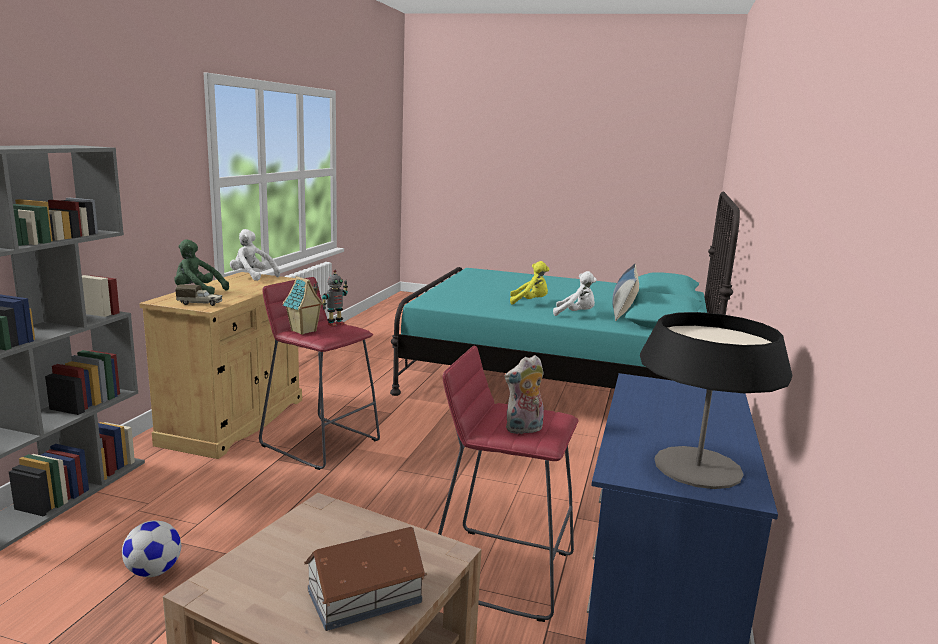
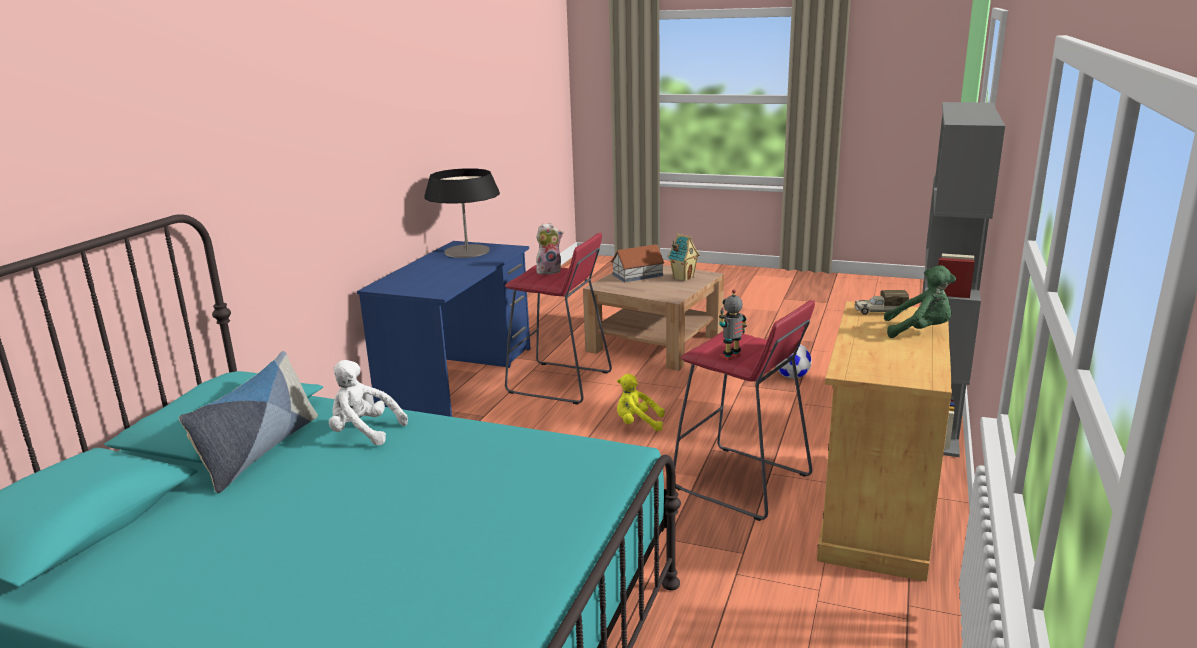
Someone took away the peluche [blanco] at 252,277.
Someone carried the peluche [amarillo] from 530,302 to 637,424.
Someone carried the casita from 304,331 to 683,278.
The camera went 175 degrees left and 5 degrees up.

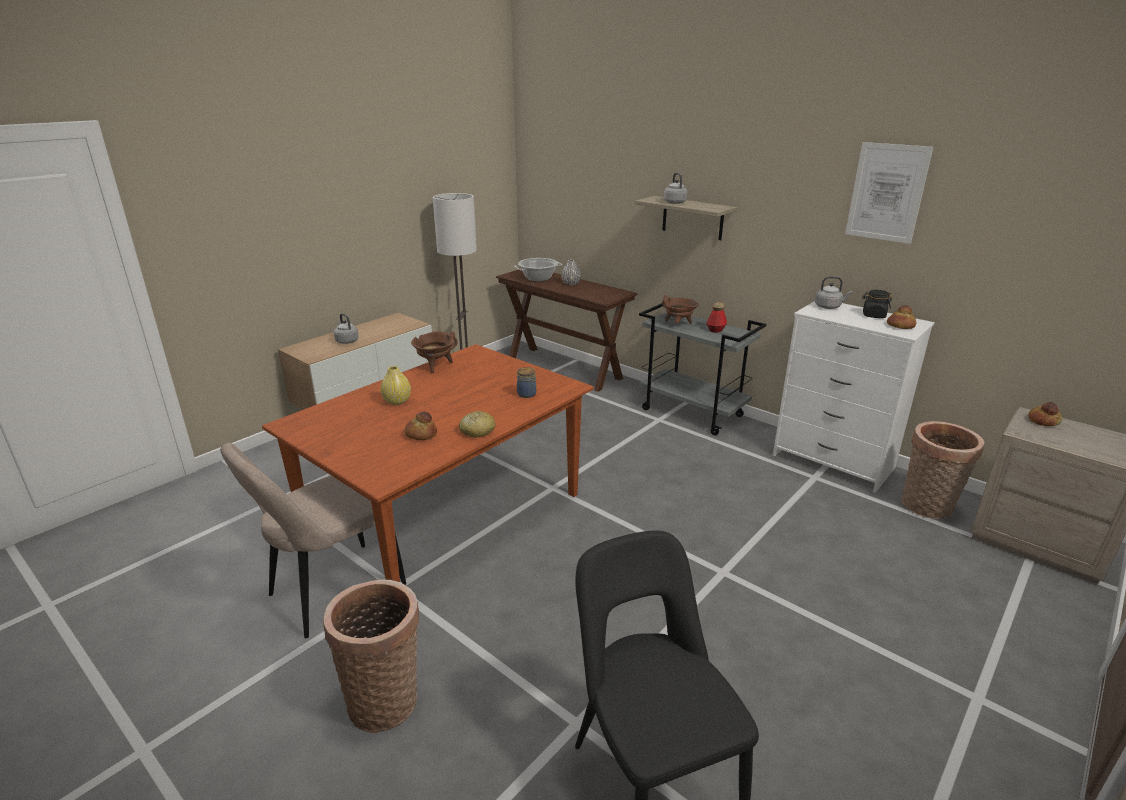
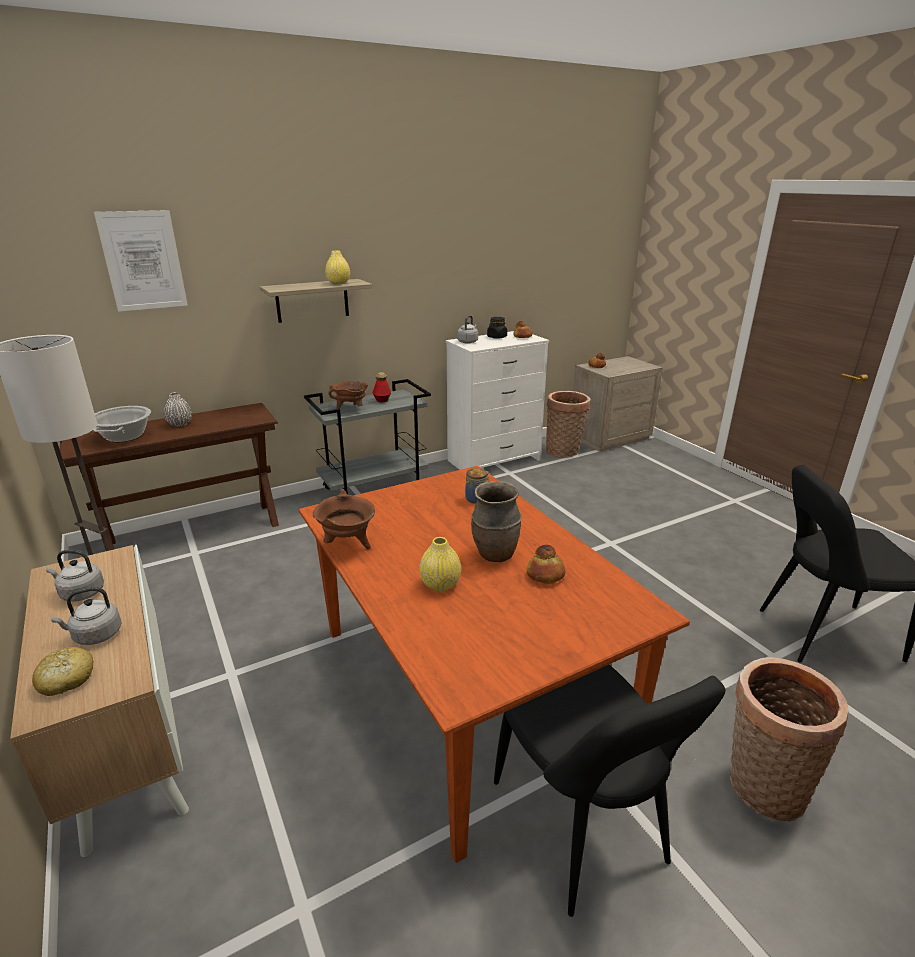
Someone carried the cuadro from 887,192 to 143,261.
Someone carried the hervidor [gris] from 674,202 to 80,593.
Someone carried the pan from 477,431 to 66,679.
Someone repainted the silla [beis] at 331,592, which became the silla [negro] at 582,829.
Someone put down the florero [amarillo] at 338,283.
Someone put down the florero [marrón] at 495,554.
The camera went 70 degrees left and 0 degrees up.

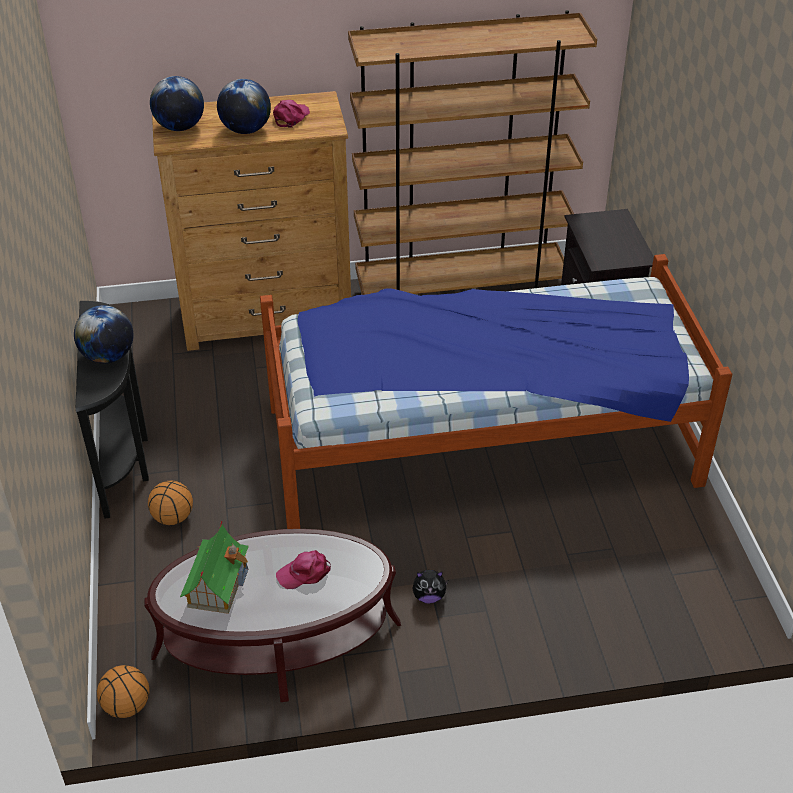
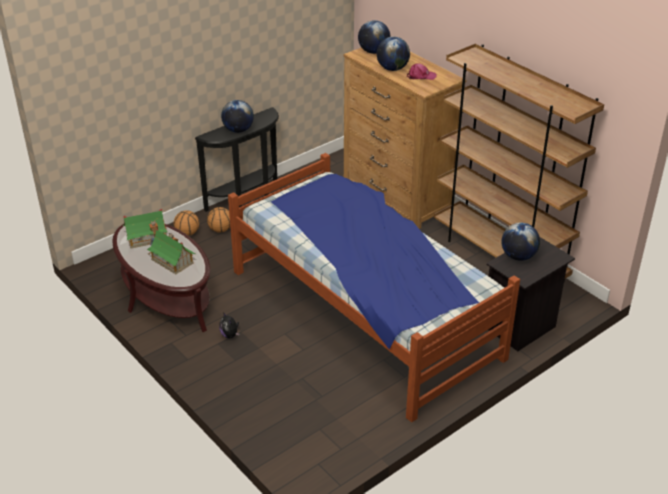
Someone swapped the gorra [rosa] at 305,573 for the casita at 172,261.
Someone carried the balón de baloncesto from 126,706 to 187,233.
Someone put down the globo terráqueo at 518,256.
The camera went 60 degrees right and 5 degrees down.

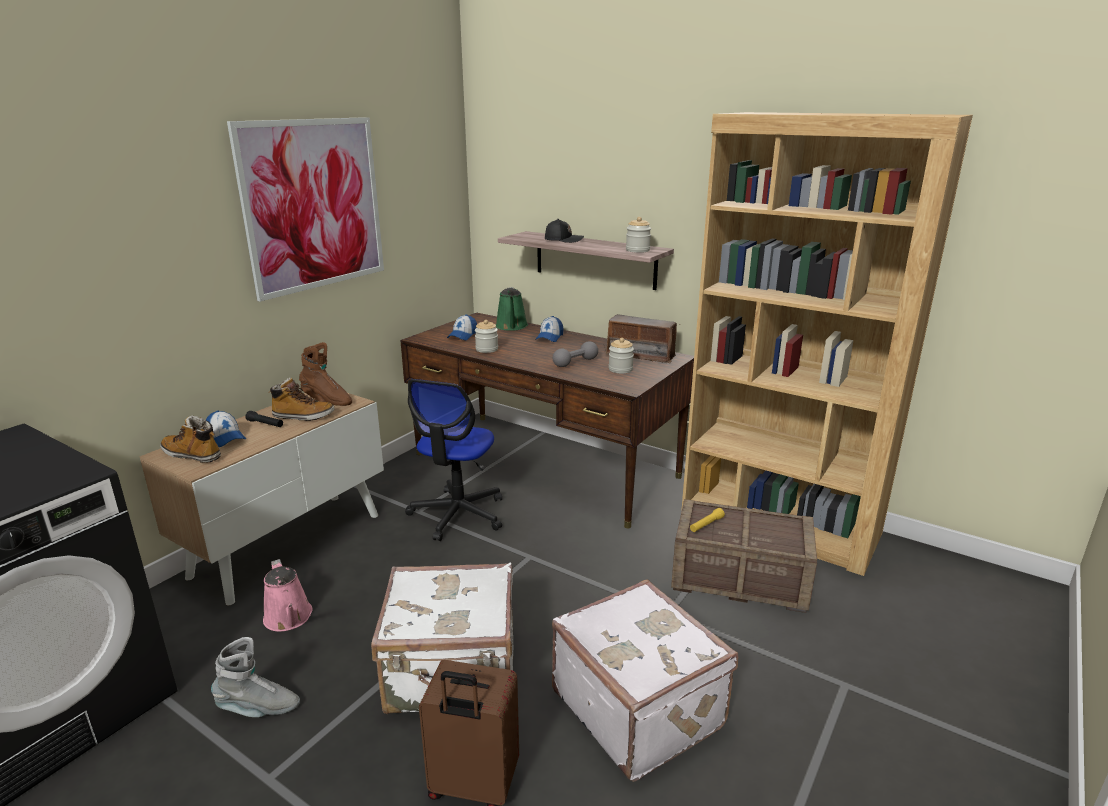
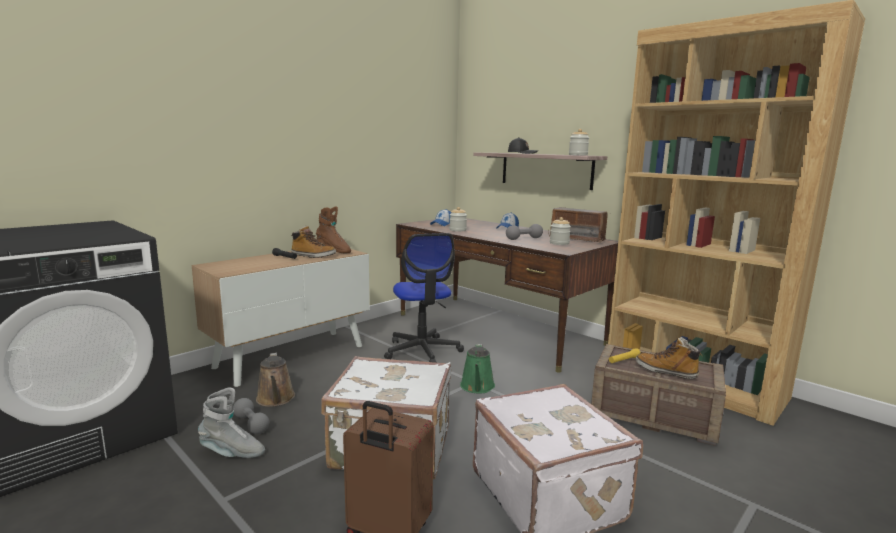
Someone took away the cuadro at 314,205.
Someone carried the regadera [verde] from 512,326 to 477,387.
Someone rotated the silla de oficina at 458,514 by 45 degrees counterclockwise.
Someone took away the gorra at 225,438.
Someone carried the bota from 192,455 to 666,371.
Someone repainted the regadera [rosa] at 289,618, which became the regadera [marrón] at 276,399.
Someone put down the mancuerna [gris] at 251,424.
The camera went 10 degrees right and 10 degrees down.

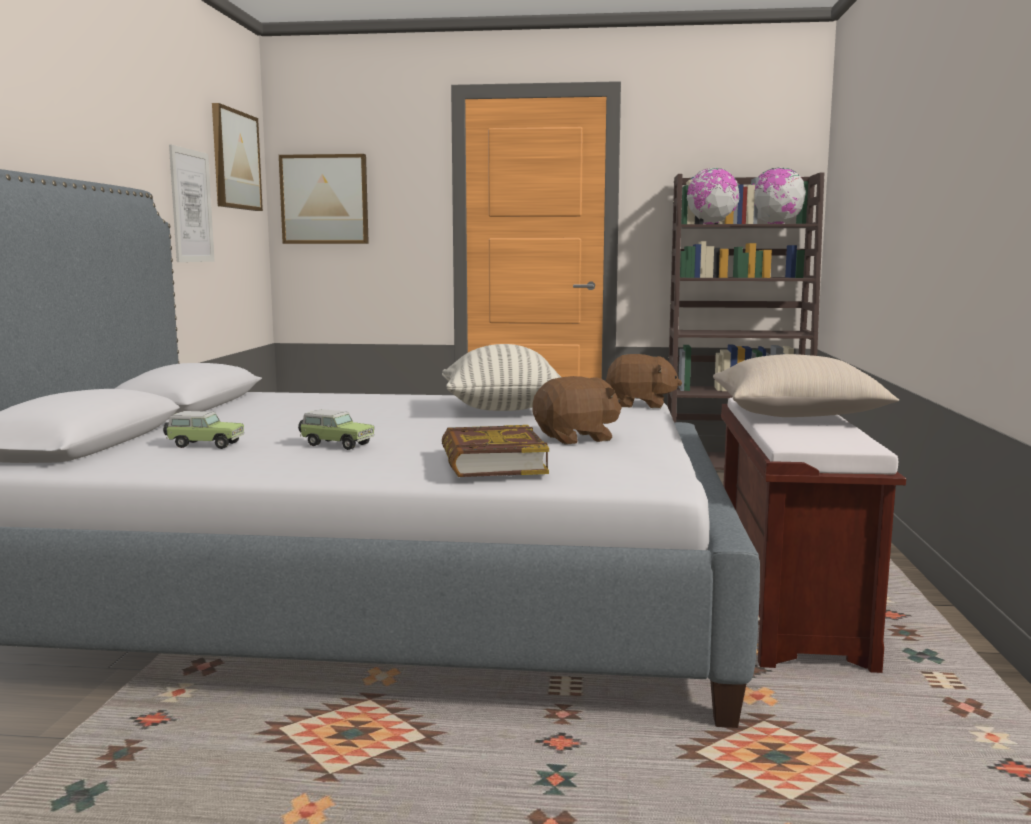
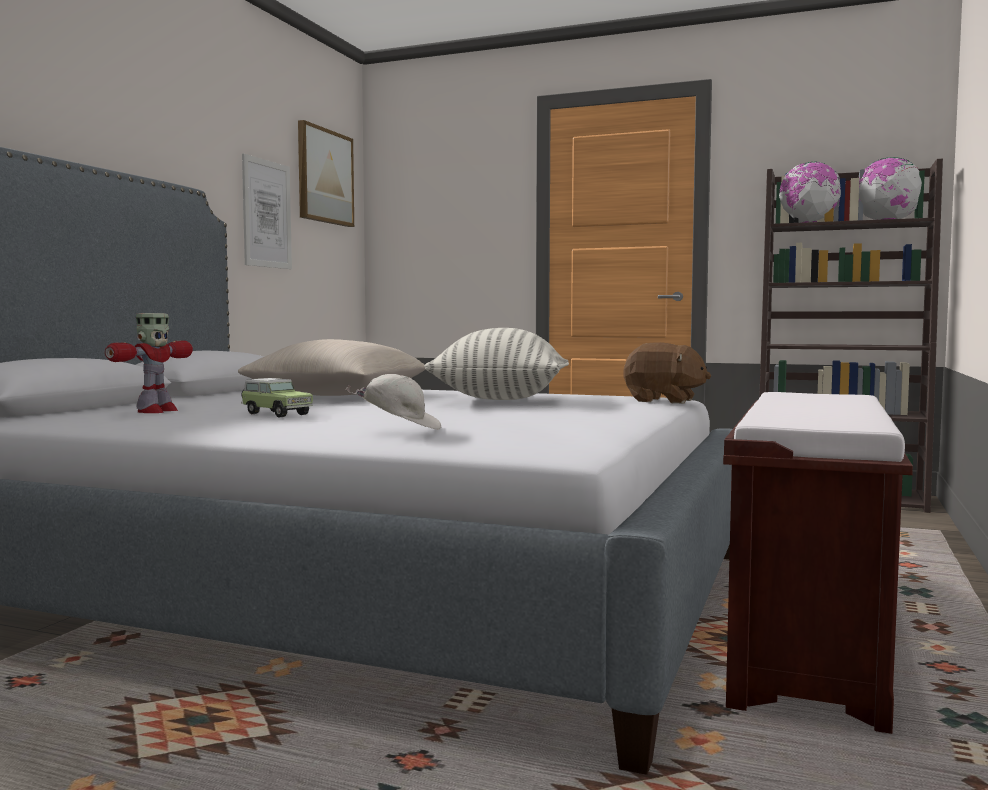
Someone took away the cuadro at 324,199.
Someone carried the cojín [beis] from 795,415 to 338,395.
Someone took away the peluche [marrón] at 576,438.
Someone swapped the coche de juguete at 204,445 for the robot de juguete at 156,411.
Someone swapped the libro at 492,462 for the gorra [blanco] at 400,428.
The camera went 15 degrees right and 5 degrees down.

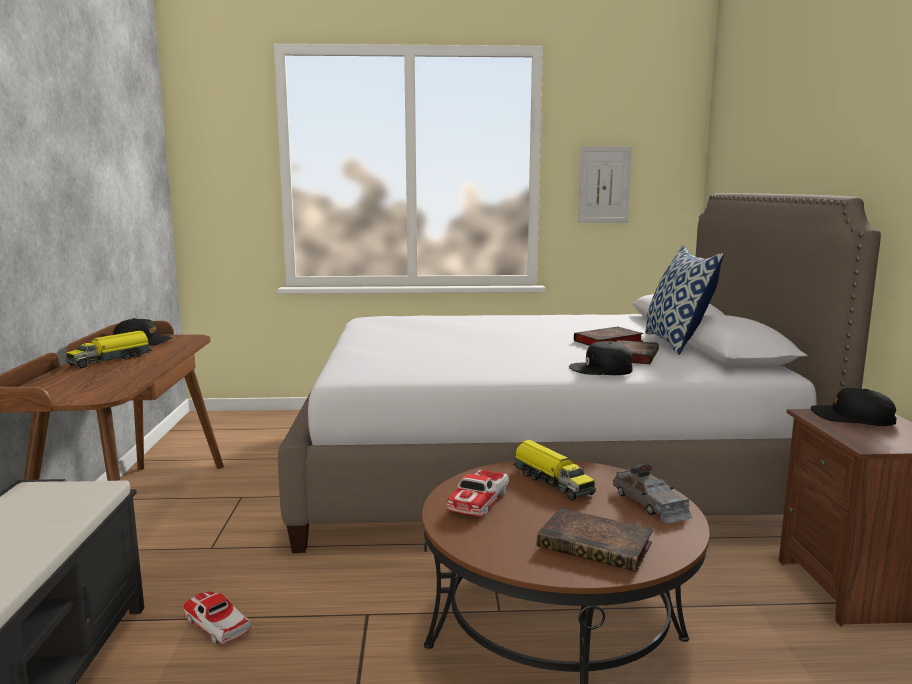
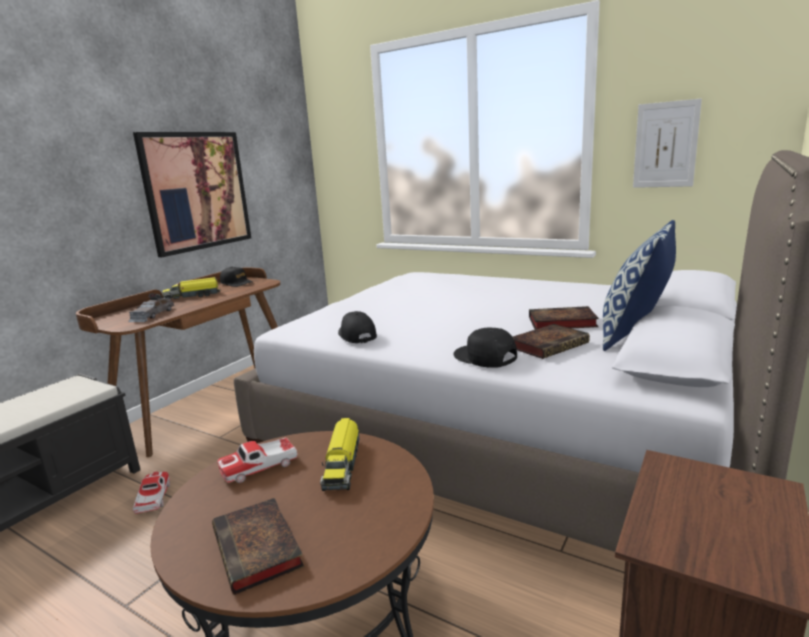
Someone carried the gorra [negro] from 852,418 to 356,335.
Someone carried the coche de juguete [gris] from 650,504 to 152,315.
Someone put up the cuadro at 197,191.
The camera went 35 degrees right and 5 degrees up.

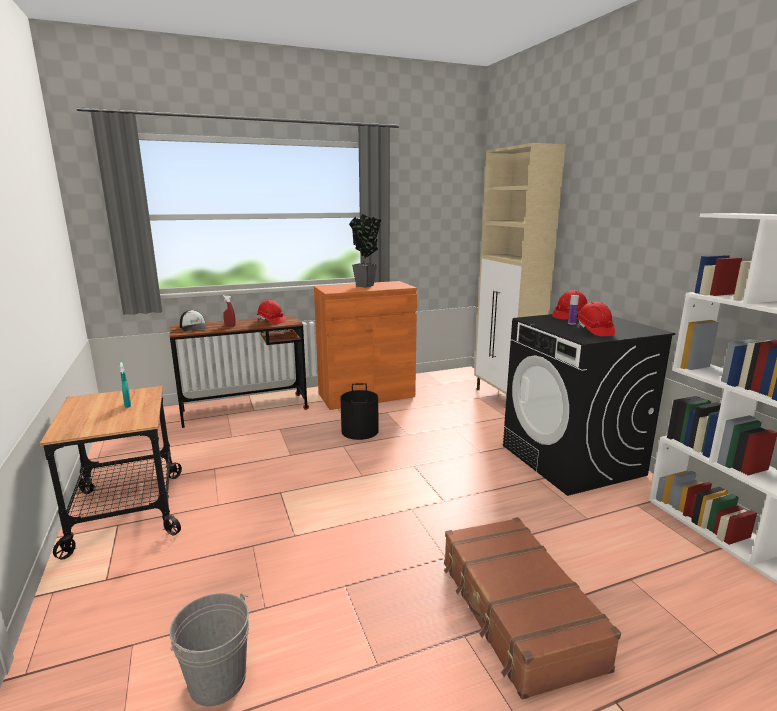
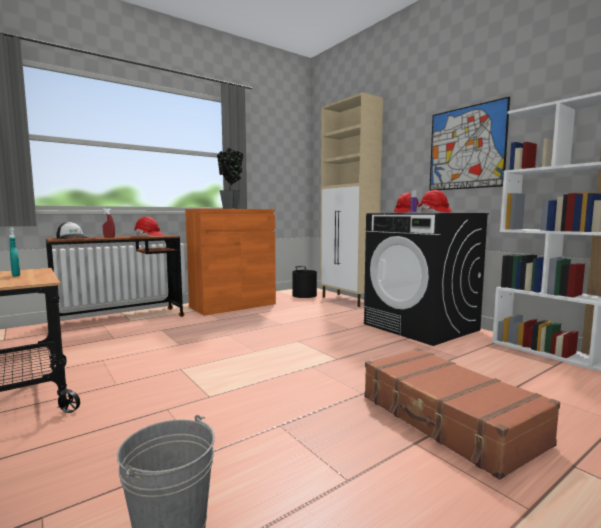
Someone carried the cubo [negro] from 360,431 to 304,295.
Someone put up the cuadro at 466,148.
The camera went 15 degrees left and 10 degrees down.

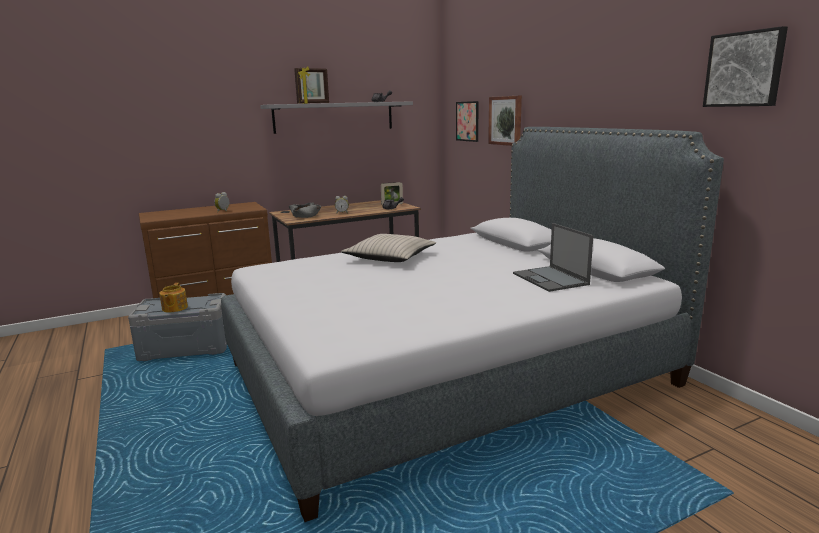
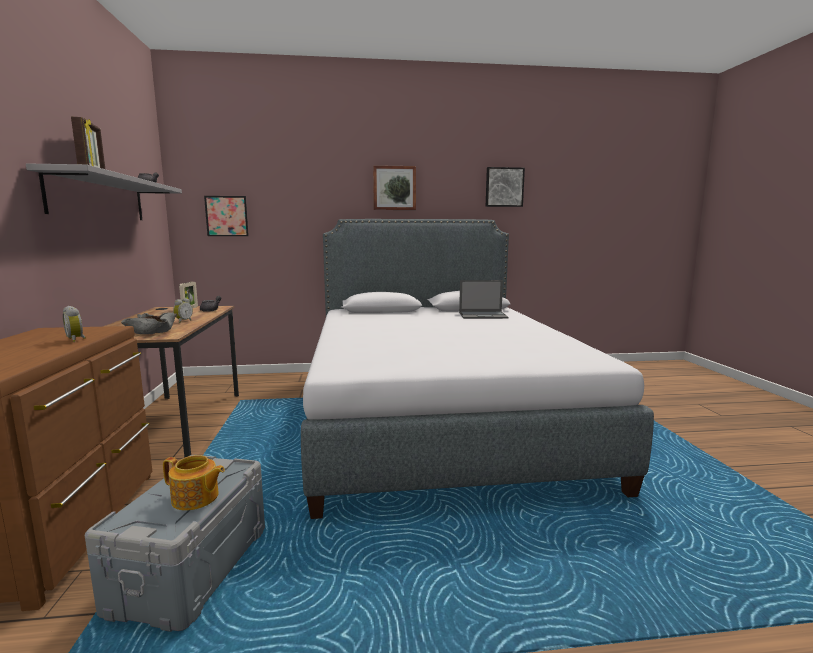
Someone carried the cuadro from 506,120 to 394,188.
Someone took away the cojín [beis] at 390,257.
The camera went 70 degrees left and 5 degrees down.

